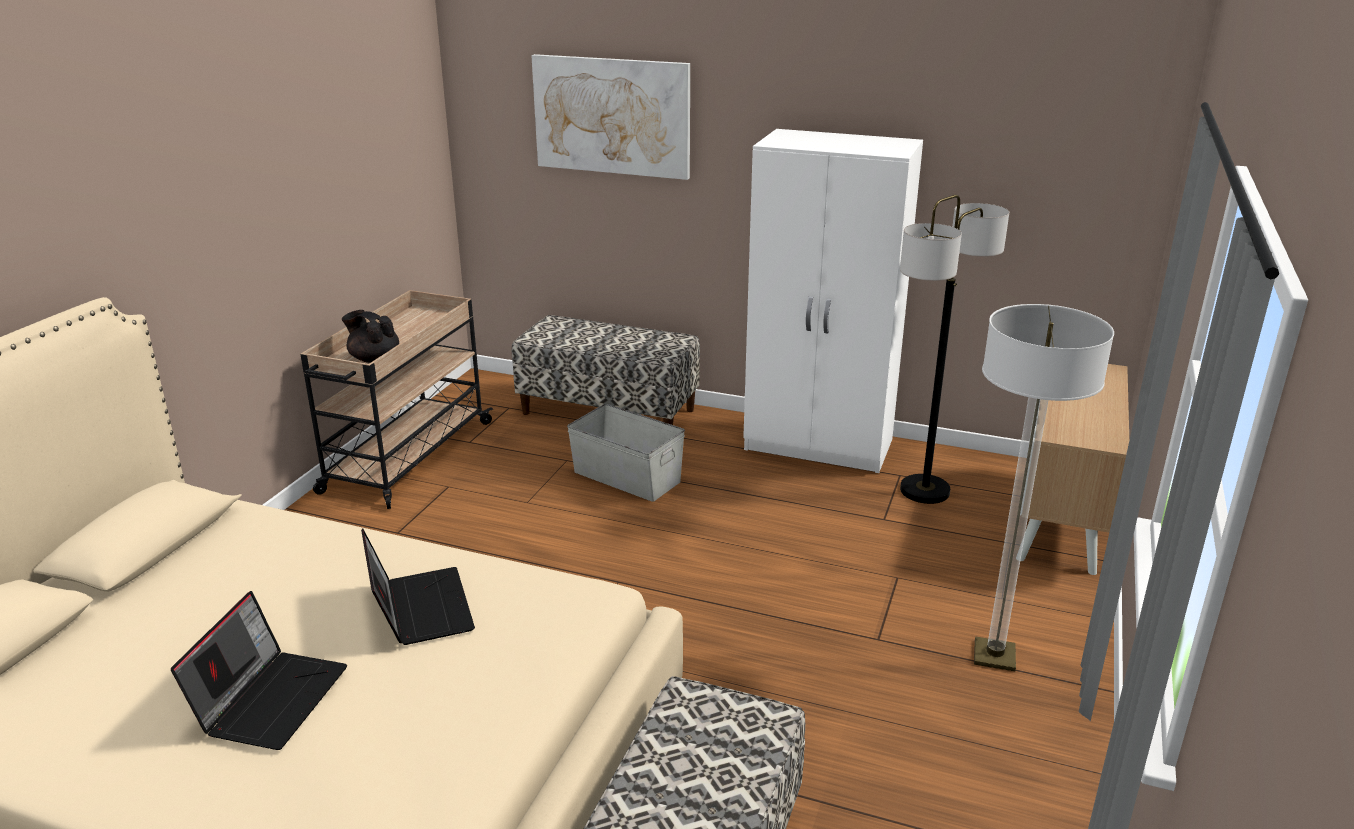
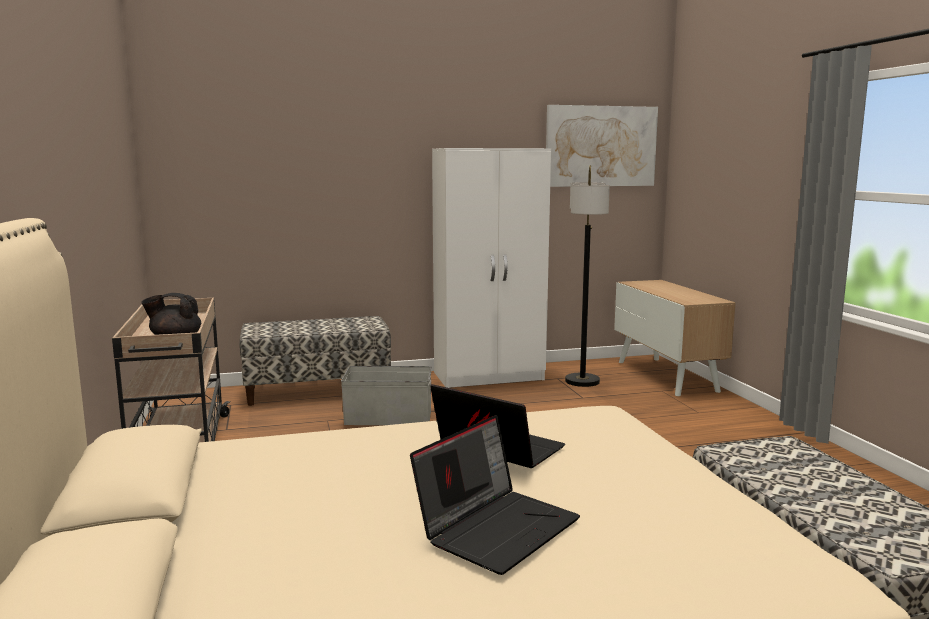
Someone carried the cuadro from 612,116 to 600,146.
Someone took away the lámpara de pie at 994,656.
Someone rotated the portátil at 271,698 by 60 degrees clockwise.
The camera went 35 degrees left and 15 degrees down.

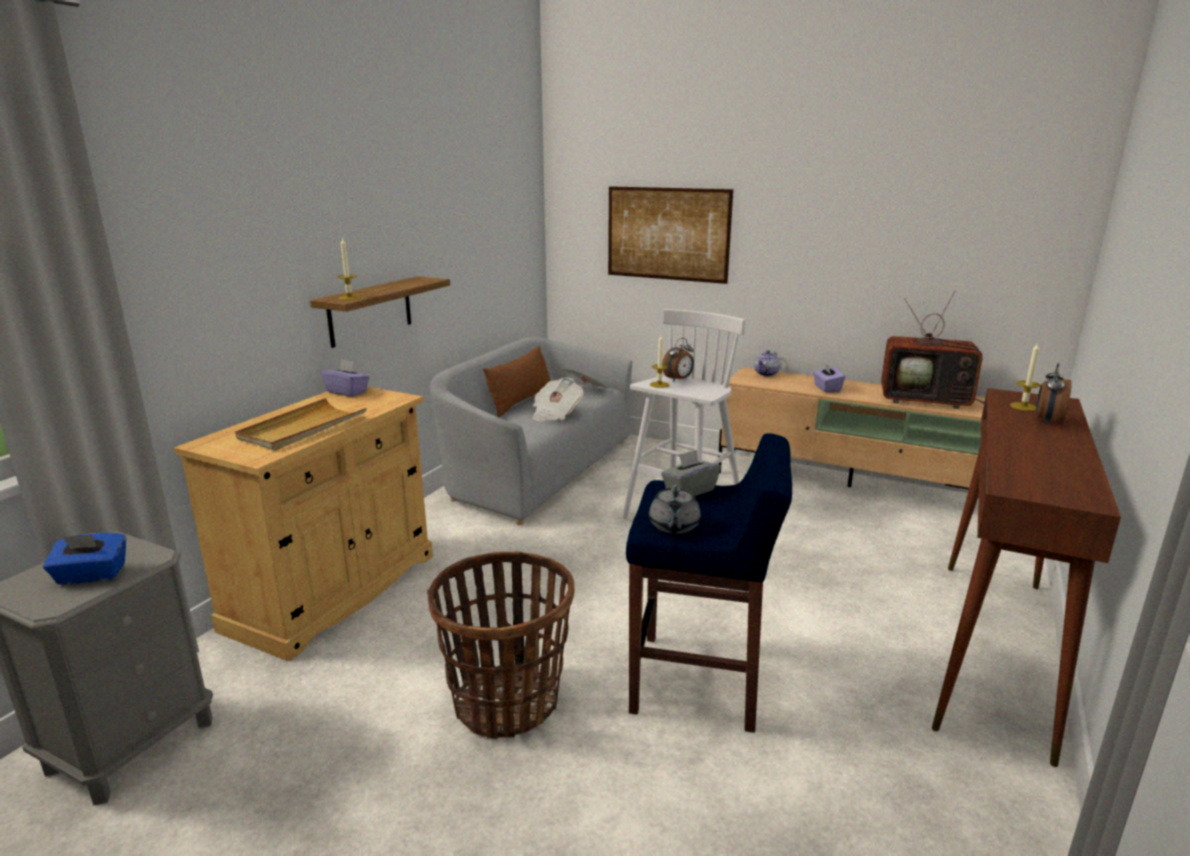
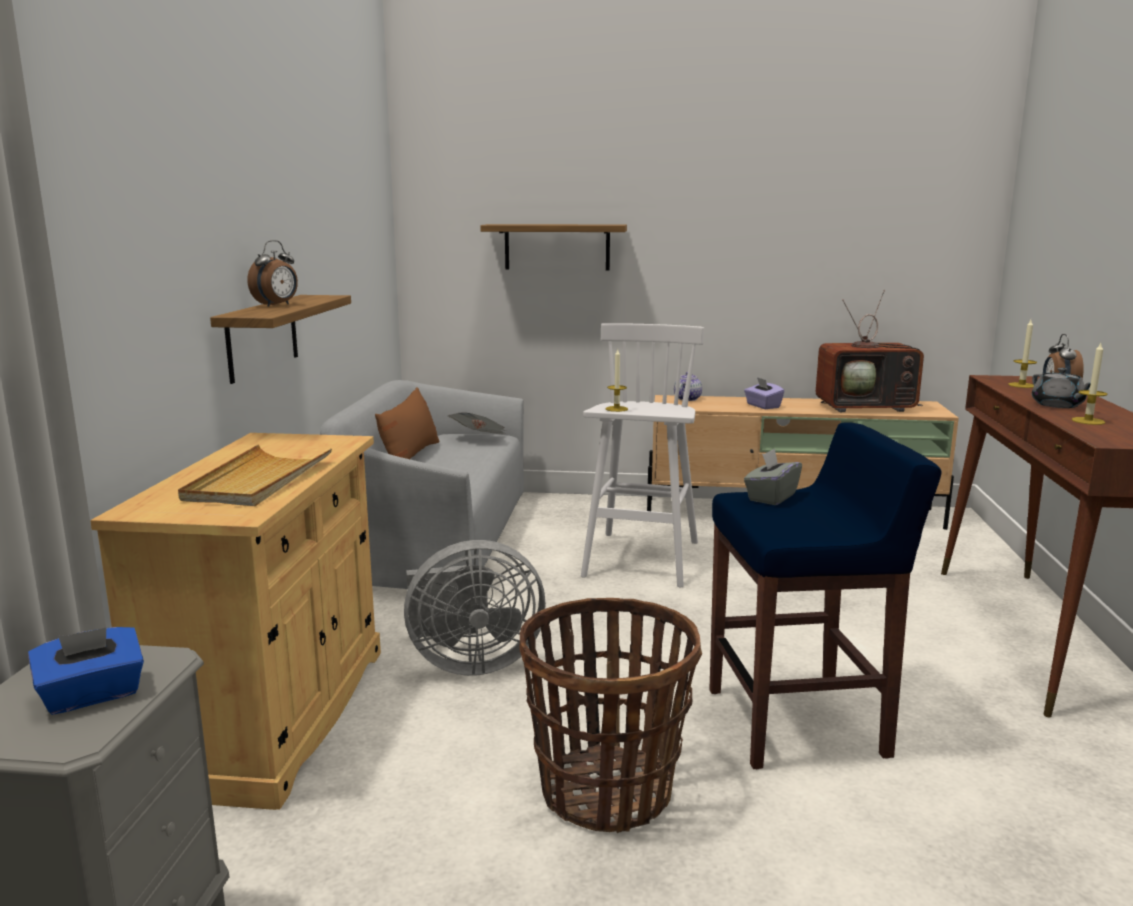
Someone swapped the cuadro at 667,234 for the estante at 557,247.
Someone carried the vela from 349,298 to 1088,421.
Someone carried the despertador from 678,379 to 277,305.
Someone took away the caja de pañuelos [morado] at 347,392.
Someone took away the periódico at 555,414.
Someone carried the tetera [gris] from 674,526 to 1057,405.
Someone put down the ventilador [gris] at 470,663.
The camera went 20 degrees left and 5 degrees down.

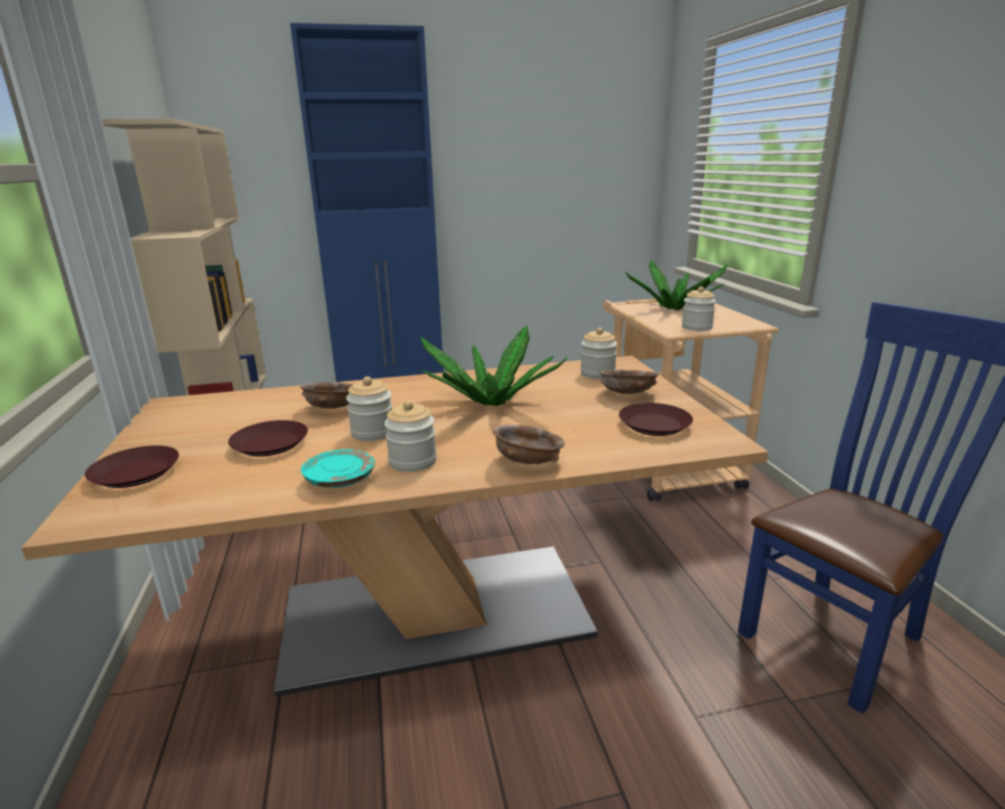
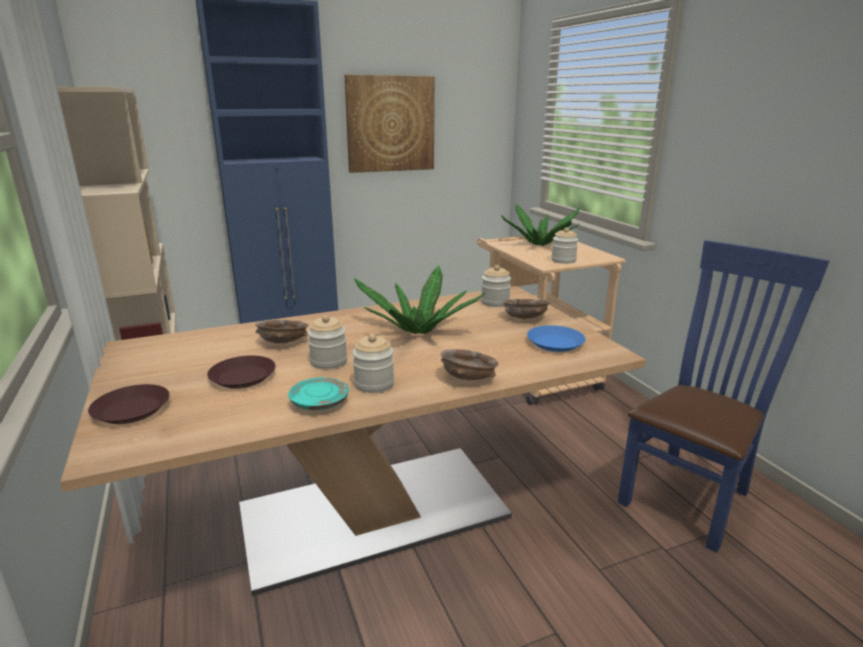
Someone repainted the plato [marrón] at 655,425, which became the plato [azul] at 555,343.
Someone put up the cuadro at 390,124.
The camera went 10 degrees left and 0 degrees up.

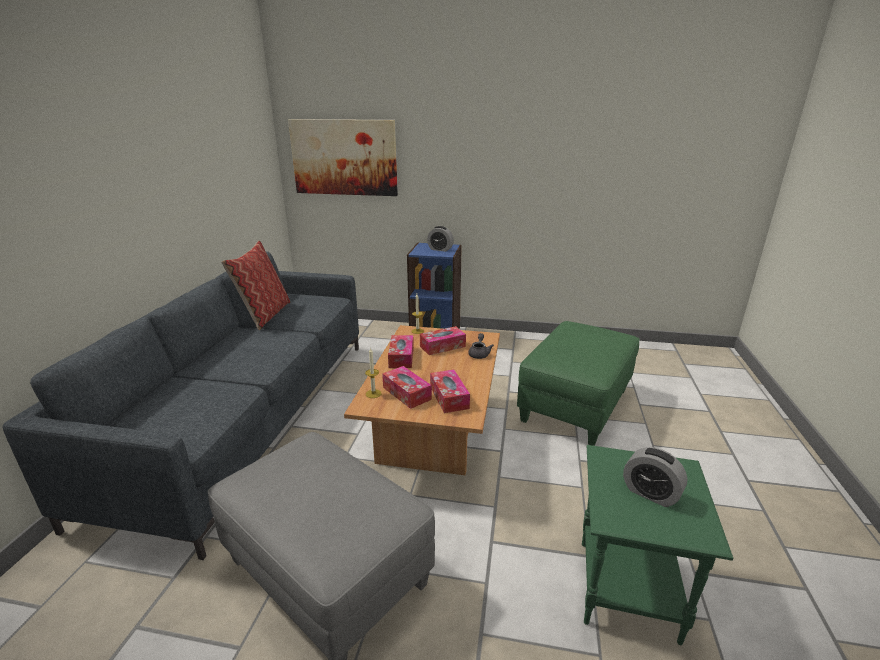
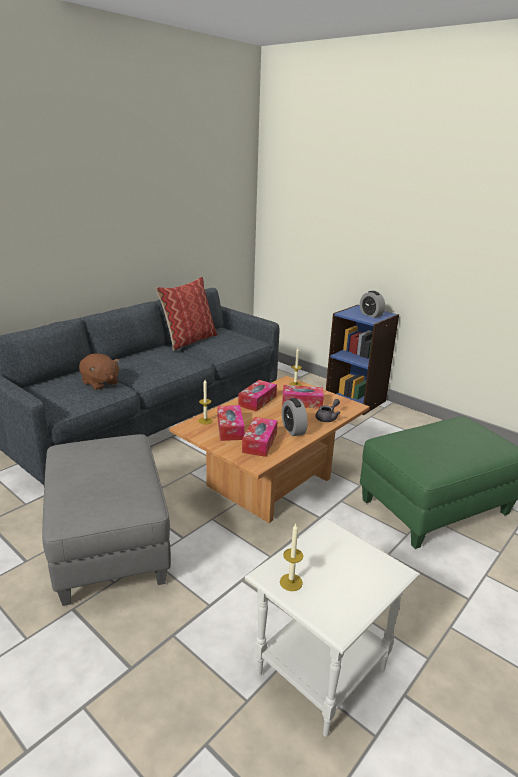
Someone took away the cuadro at 344,157.
Someone repainted the mesa auxiliar [verde] at 627,591, which became the mesa auxiliar [blanco] at 320,672.
Someone carried the despertador from 650,493 to 293,430.
Someone put down the peluche [marrón] at 100,383.
Someone put down the vela at 291,582.
The camera went 30 degrees right and 0 degrees up.

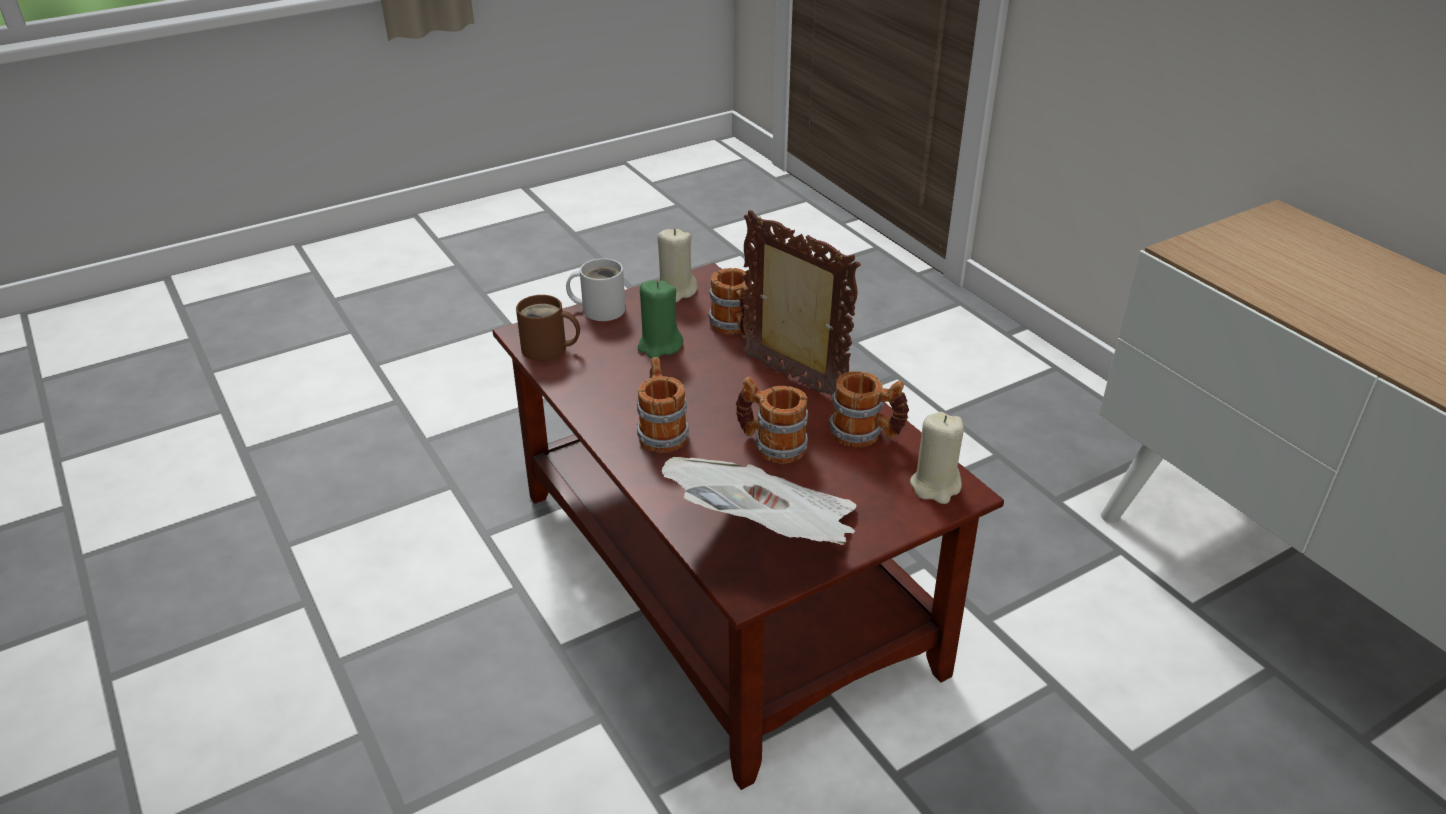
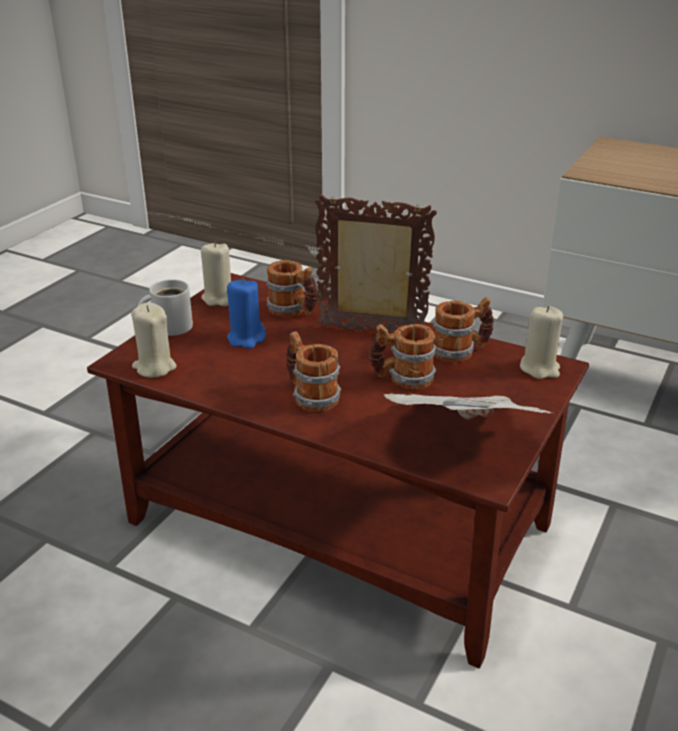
Someone repainted the vela [verde] at 659,346, which became the vela [azul] at 246,338.
Someone swapped the taza grande [marrón] at 548,350 for the vela [beis] at 154,367.
The camera went 30 degrees left and 5 degrees down.

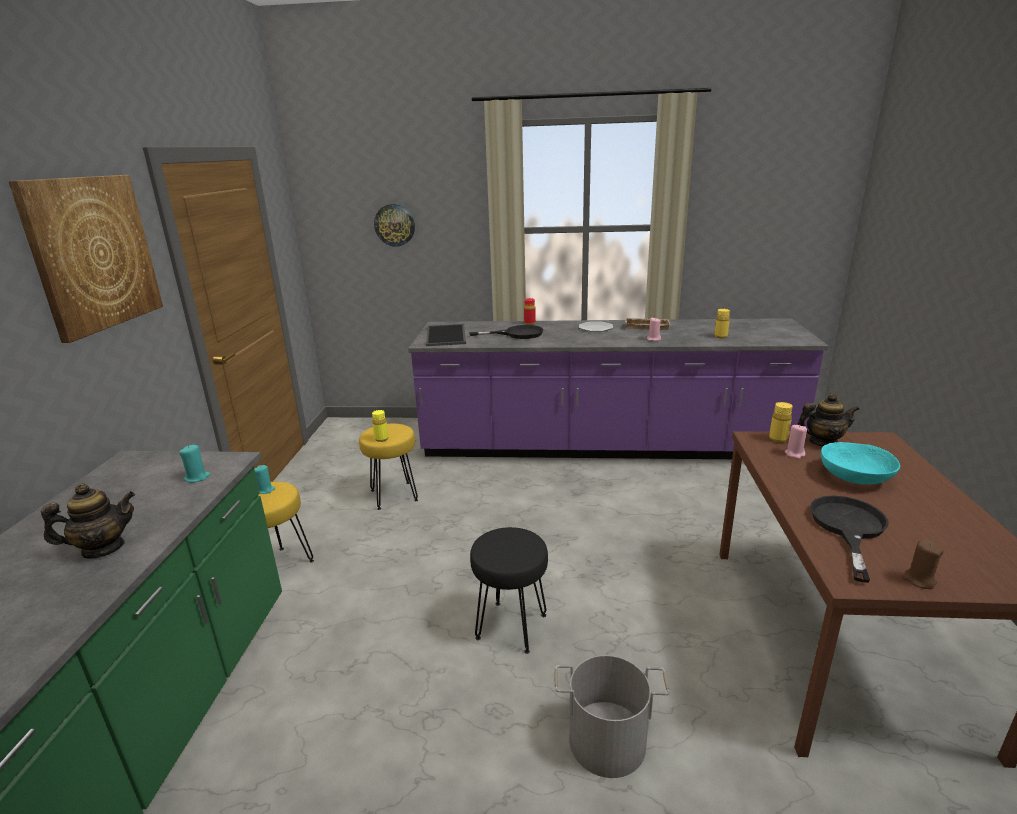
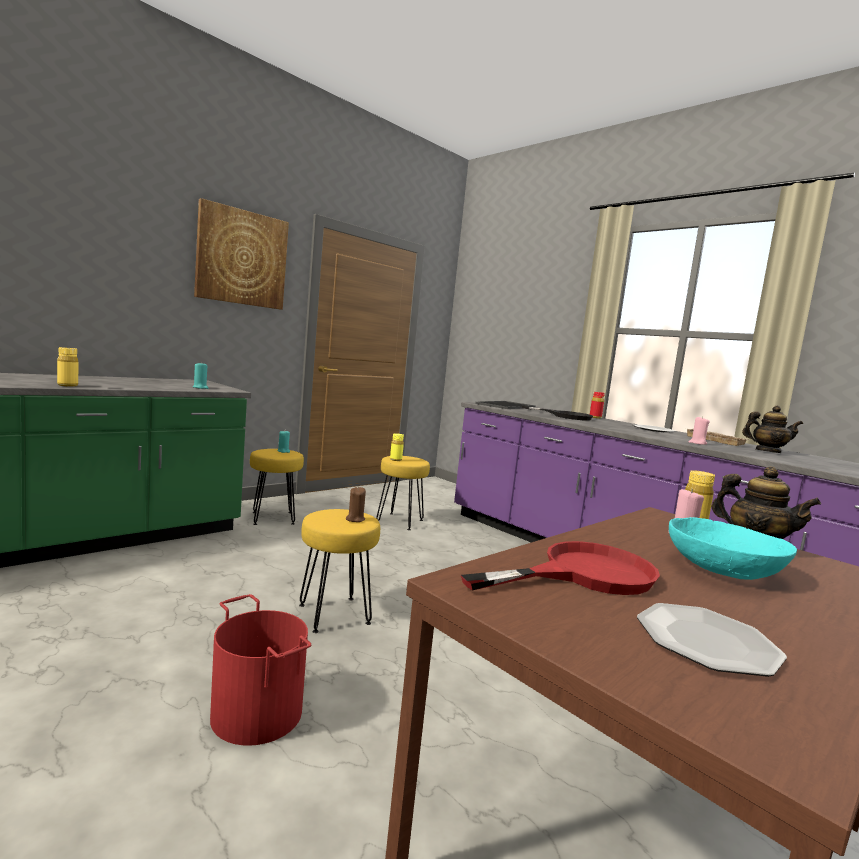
Someone took away the reloj de pared at 394,225.
Someone carried the botella [amarillo] from 720,336 to 67,385.
Someone carried the tetera from 103,548 to 767,451.
Someone repainted the sartén [negro] at 848,528, which became the sartén [rojo] at 582,574.
Someone repainted the taburete [negro] at 511,626, which became the taburete [amarillo] at 334,614.
Someone carried the vela [marrón] from 919,580 to 355,519.
Someone repainted the cubo [gris] at 607,742, which became the cubo [rojo] at 255,714.
Someone put down the plato at 707,641.
The camera went 40 degrees right and 15 degrees down.

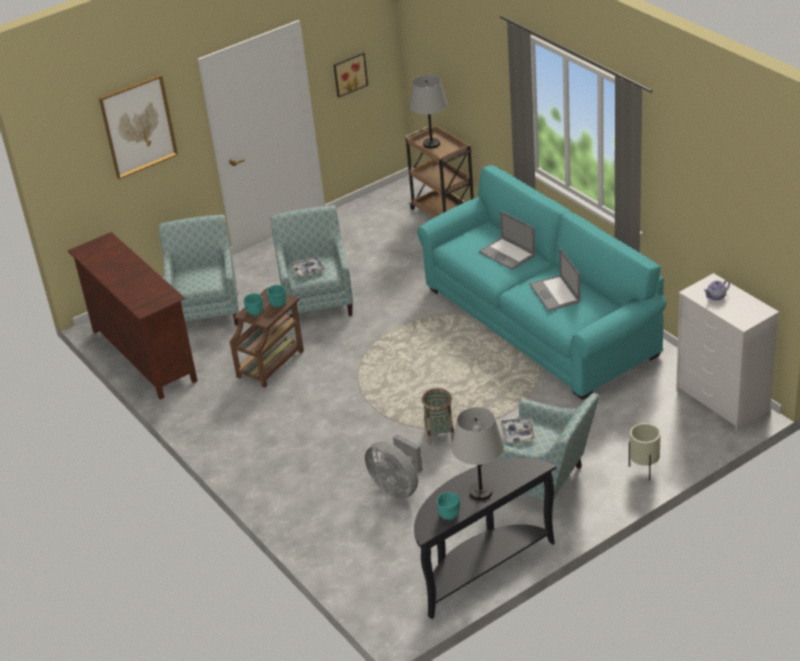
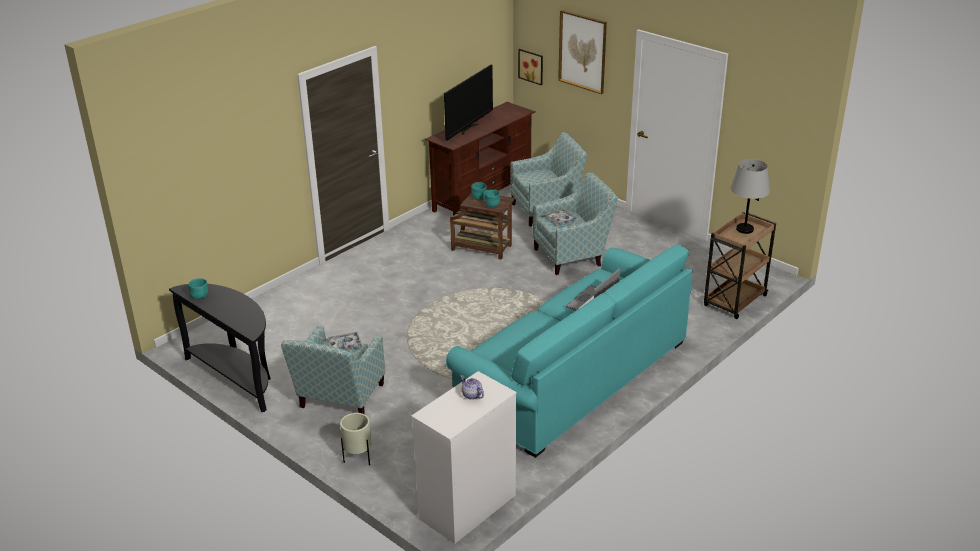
Someone carried the cuadro from 349,74 to 531,66.
Someone took away the portátil at 554,293.
Someone took away the cesta at 440,434.
Someone took away the lámpara de mesa [gris] at 480,492.
Someone took away the ventilador [gris] at 397,487.
Someone put down the televisor at 468,128.
The camera went 75 degrees right and 5 degrees down.

